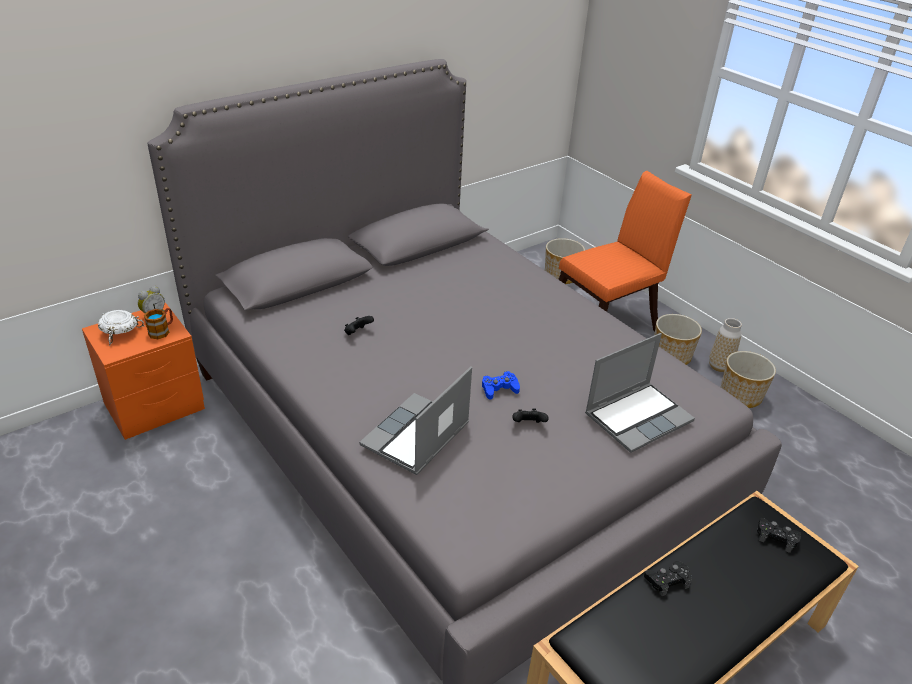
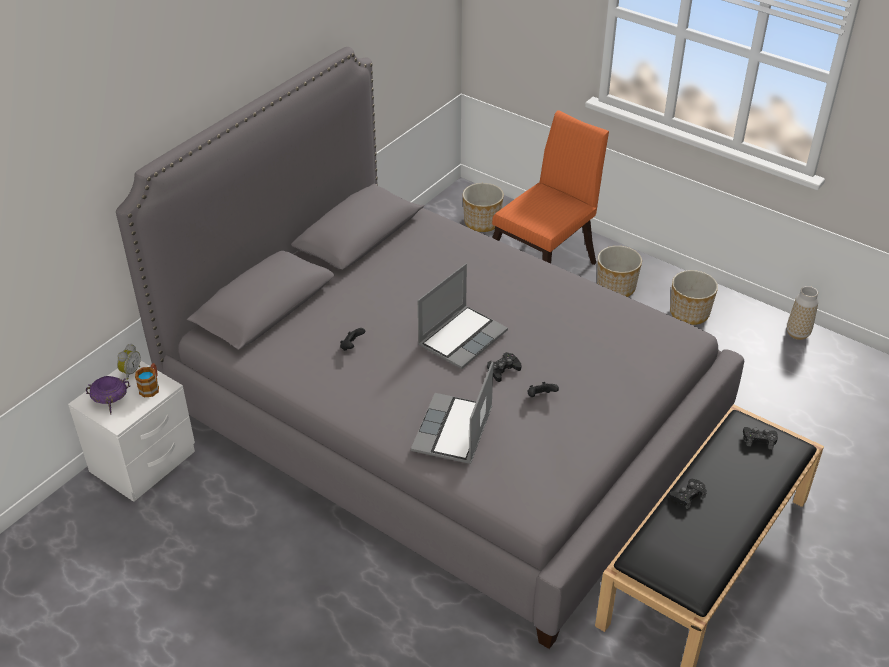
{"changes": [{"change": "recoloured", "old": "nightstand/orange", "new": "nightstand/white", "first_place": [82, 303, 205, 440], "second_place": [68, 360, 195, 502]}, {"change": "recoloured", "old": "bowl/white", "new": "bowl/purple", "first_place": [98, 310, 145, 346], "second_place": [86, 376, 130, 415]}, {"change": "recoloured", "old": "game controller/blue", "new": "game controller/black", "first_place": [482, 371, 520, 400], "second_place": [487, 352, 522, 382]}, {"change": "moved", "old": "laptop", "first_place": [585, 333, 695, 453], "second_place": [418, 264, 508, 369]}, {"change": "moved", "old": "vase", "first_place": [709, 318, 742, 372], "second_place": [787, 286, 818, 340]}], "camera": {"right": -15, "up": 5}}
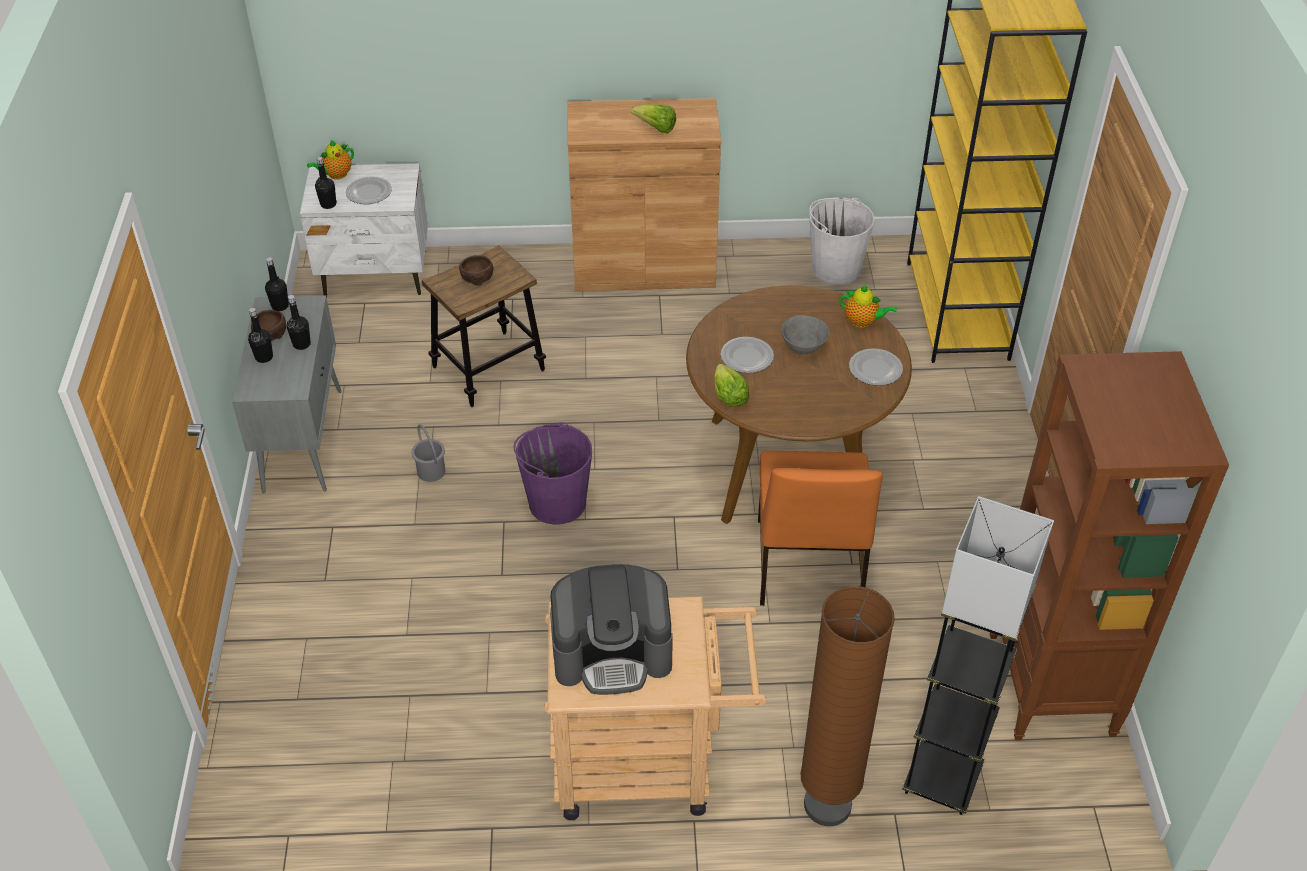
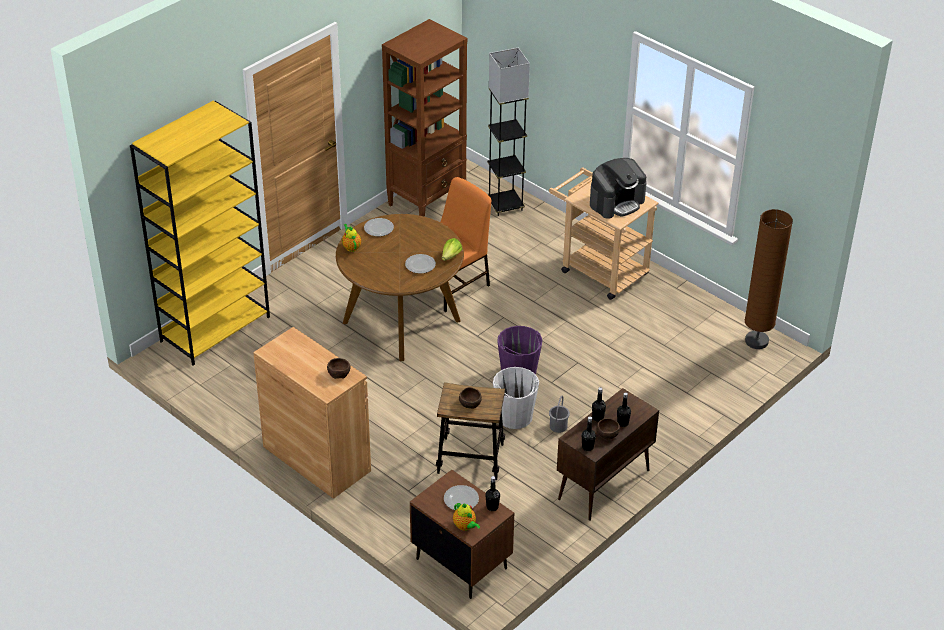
{"changes": [{"change": "recoloured", "old": "cabinet/grey", "new": "cabinet/brown", "first_place": [232, 296, 342, 493], "second_place": [557, 388, 659, 521]}, {"change": "recoloured", "old": "nightstand/white", "new": "nightstand/brown", "first_place": [300, 163, 428, 297], "second_place": [410, 470, 514, 599]}, {"change": "turned", "old": "teapot", "first_place": [307, 140, 354, 180], "second_place": [453, 503, 480, 531], "degrees": 45}, {"change": "turned", "old": "coffee machine", "first_place": [550, 564, 673, 695], "second_place": [590, 158, 647, 219], "degrees": 105}, {"change": "removed", "old": "lettuce", "first_place": [631, 104, 676, 134]}, {"change": "removed", "old": "bowl/grey", "first_place": [781, 315, 829, 354]}, {"change": "moved", "old": "floor lamp/brown", "first_place": [800, 586, 895, 826], "second_place": [745, 209, 793, 349]}, {"change": "moved", "old": "bucket/white", "first_place": [809, 197, 875, 285], "second_place": [493, 367, 539, 429]}, {"change": "added", "new": "bowl/brown", "second_place": [327, 358, 350, 379]}], "camera": {"right": -135, "up": -5}}
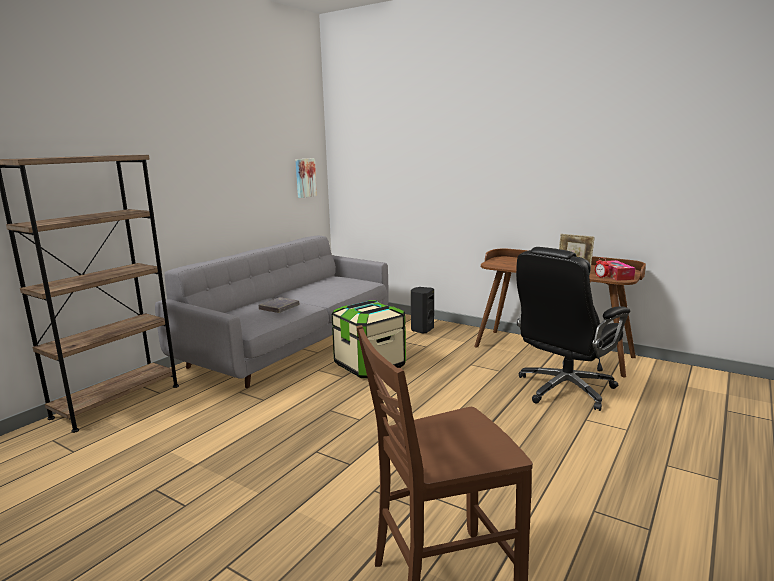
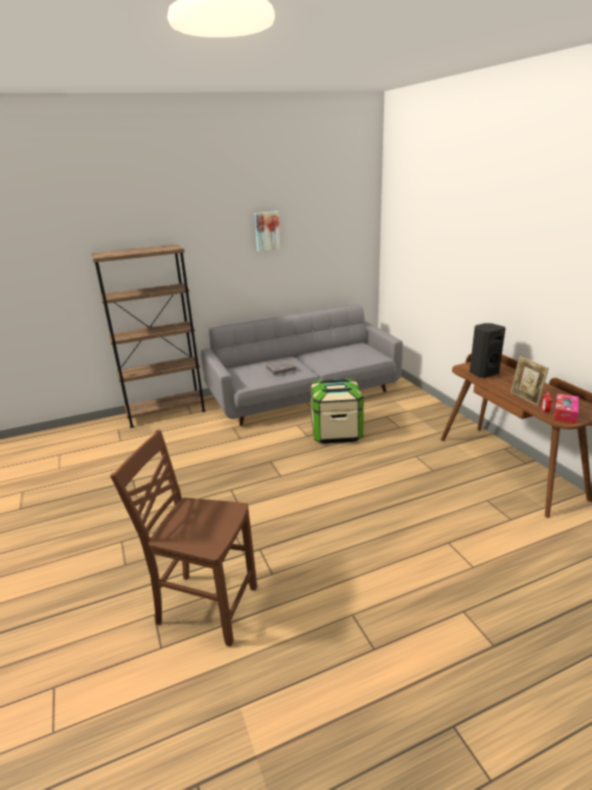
{"changes": [{"change": "moved", "old": "picture", "first_place": [295, 158, 317, 198], "second_place": [254, 211, 281, 252]}, {"change": "moved", "old": "speaker/black", "first_place": [411, 287, 434, 334], "second_place": [470, 323, 505, 378]}, {"change": "removed", "old": "office chair/black", "first_place": [516, 247, 630, 411]}], "camera": {"right": 35, "up": 10}}
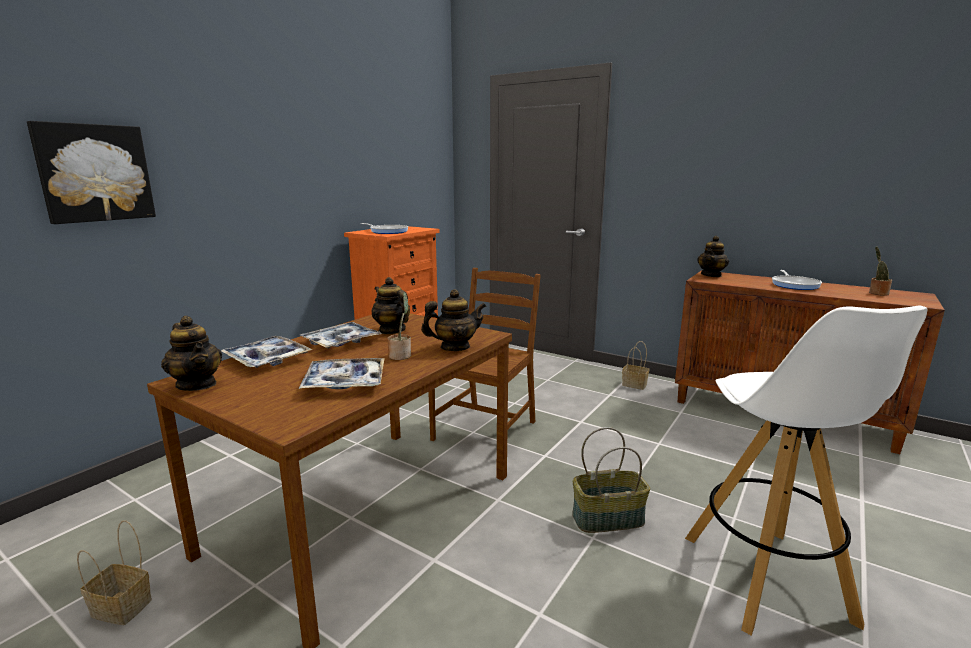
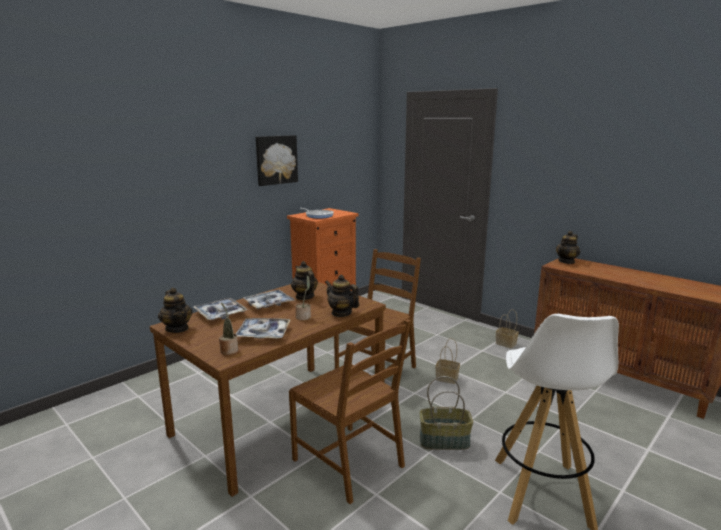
{"changes": [{"change": "moved", "old": "picture", "first_place": [27, 121, 156, 224], "second_place": [256, 135, 298, 186]}, {"change": "moved", "old": "basket", "first_place": [77, 520, 152, 625], "second_place": [436, 338, 460, 384]}, {"change": "turned", "old": "teapot", "first_place": [421, 289, 487, 351], "second_place": [325, 274, 359, 317], "degrees": -135}, {"change": "removed", "old": "frying pan", "first_place": [772, 270, 822, 290]}, {"change": "moved", "old": "potted plant", "first_place": [869, 246, 892, 296], "second_place": [219, 302, 238, 355]}, {"change": "added", "new": "chair/brown", "second_place": [289, 319, 411, 504]}], "camera": {"right": 10, "up": 0}}
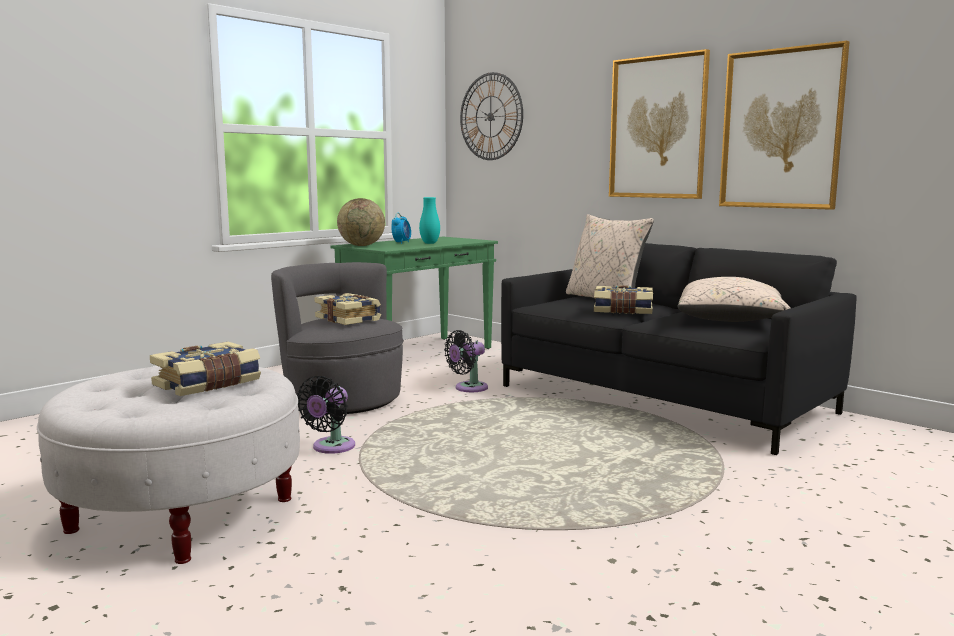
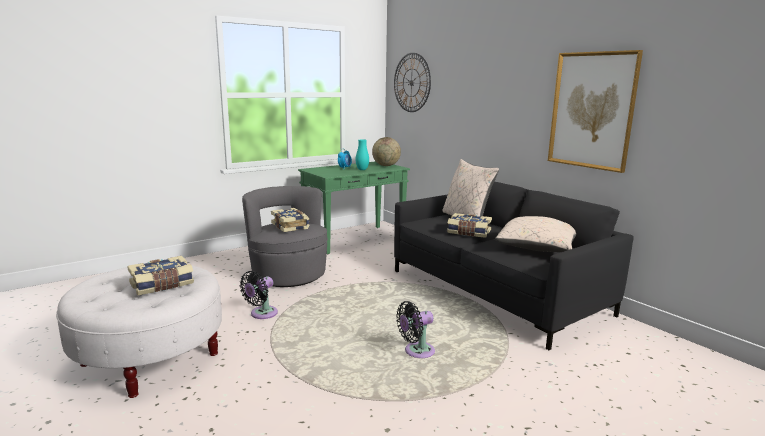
{"changes": [{"change": "moved", "old": "globe", "first_place": [337, 198, 385, 246], "second_place": [372, 137, 401, 166]}, {"change": "moved", "old": "fan/black", "first_place": [444, 330, 488, 392], "second_place": [396, 301, 435, 358]}, {"change": "removed", "old": "picture", "first_place": [609, 49, 710, 199]}], "camera": {"right": 10, "up": 5}}
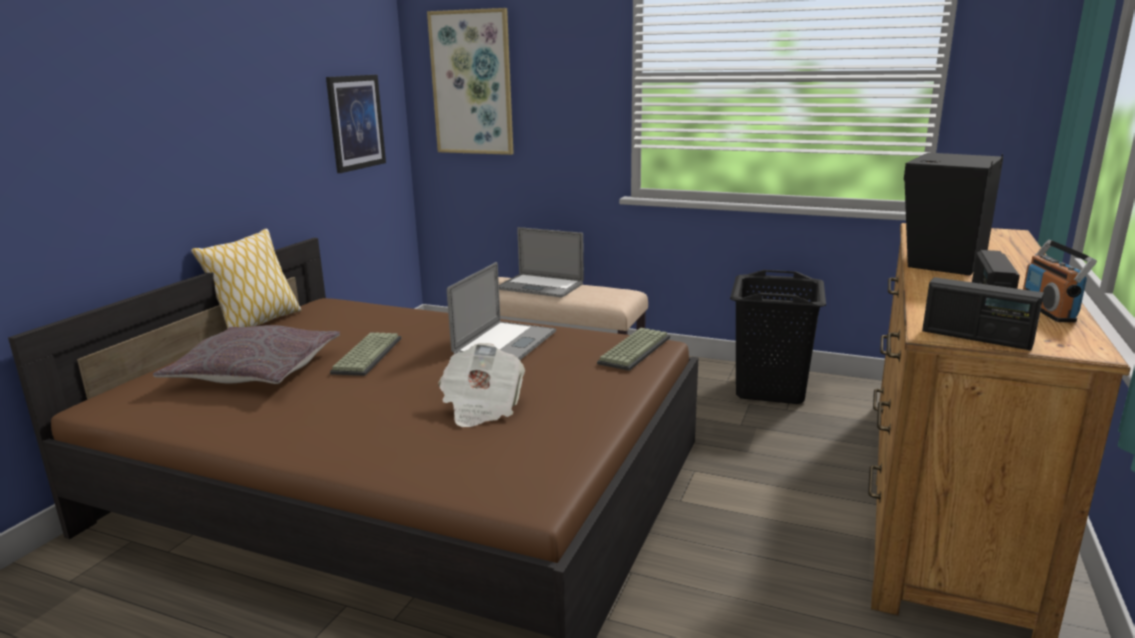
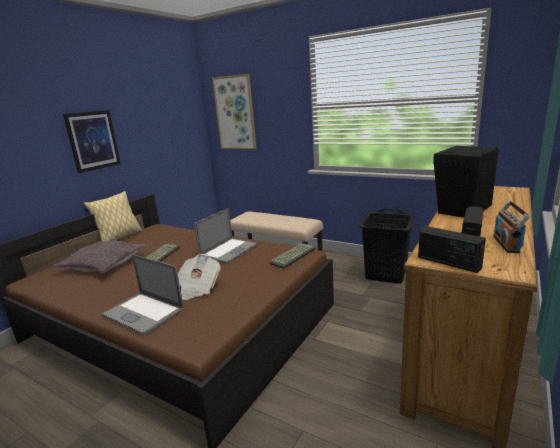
{"changes": [{"change": "moved", "old": "picture", "first_place": [326, 75, 386, 173], "second_place": [63, 110, 121, 173]}, {"change": "moved", "old": "laptop", "first_place": [499, 227, 584, 298], "second_place": [101, 254, 184, 335]}], "camera": {"right": 10, "up": 0}}
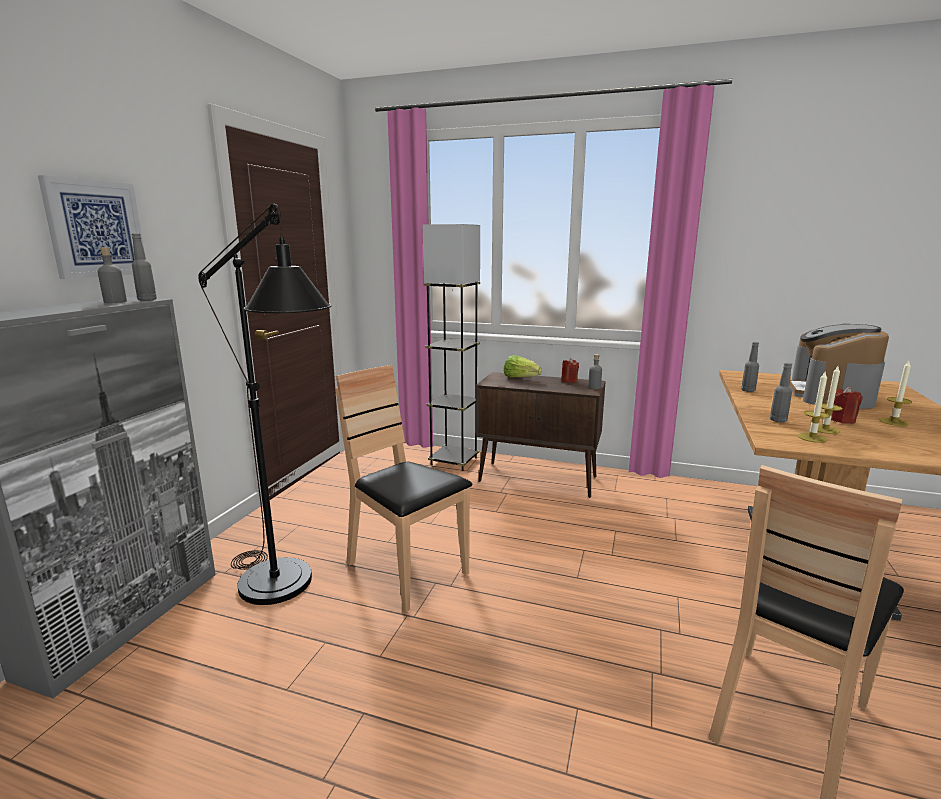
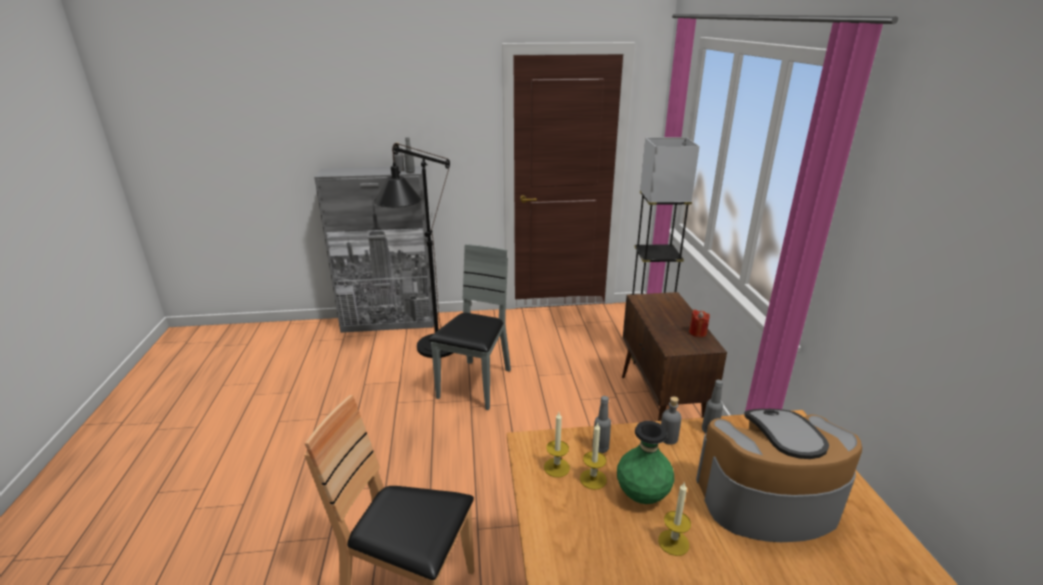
{"changes": [{"change": "removed", "old": "picture", "first_place": [38, 175, 145, 279]}, {"change": "recoloured", "old": "chair/brown", "new": "chair/grey", "first_place": [335, 365, 472, 612], "second_place": [429, 244, 511, 410]}, {"change": "removed", "old": "lettuce", "first_place": [504, 355, 542, 378]}, {"change": "moved", "old": "bottle/grey", "first_place": [588, 354, 602, 389], "second_place": [661, 396, 682, 445]}, {"change": "replaced", "old": "candle/red", "new": "vase/green", "first_place": [831, 387, 863, 424], "second_place": [617, 421, 674, 504]}], "camera": {"right": 65, "up": 10}}
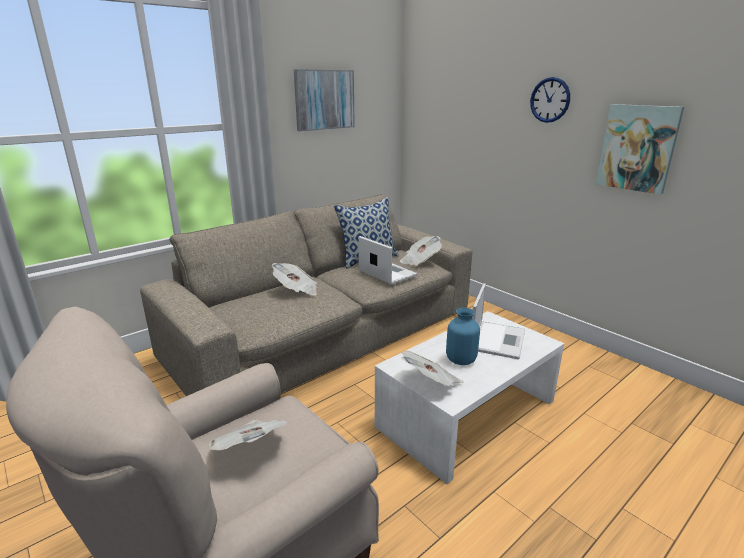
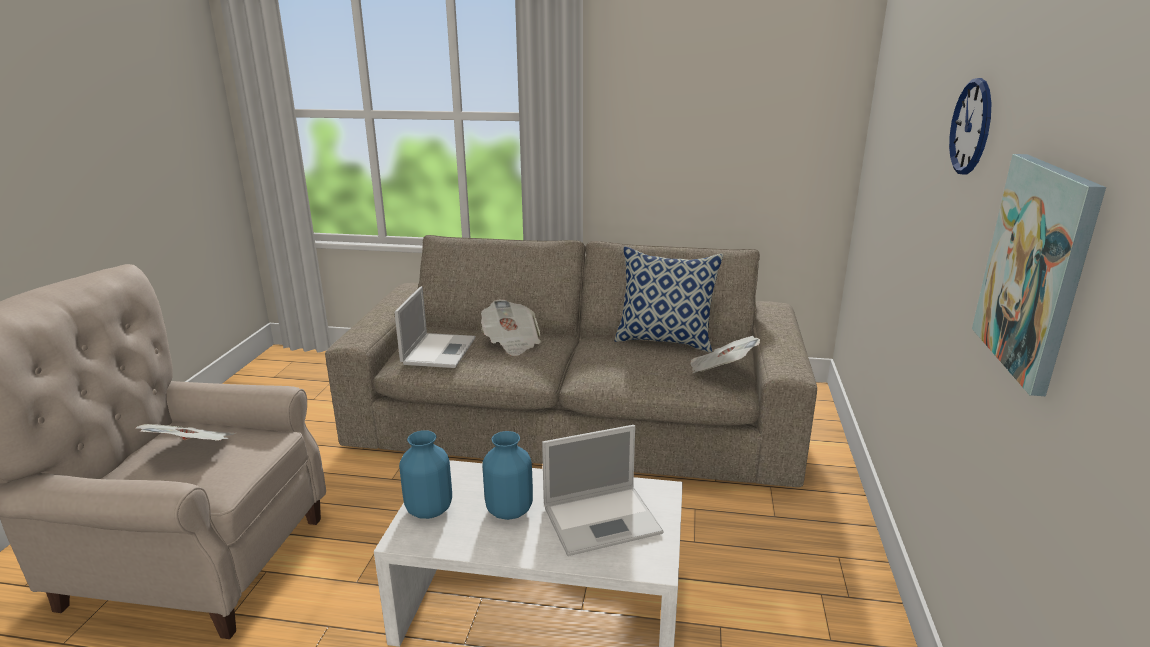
{"changes": [{"change": "removed", "old": "picture", "first_place": [294, 69, 355, 131]}, {"change": "moved", "old": "laptop", "first_place": [358, 236, 417, 285], "second_place": [394, 286, 476, 368]}, {"change": "replaced", "old": "newspaper", "new": "vase/blue", "first_place": [401, 351, 464, 387], "second_place": [399, 430, 452, 519]}], "camera": {"right": 50, "up": 0}}
